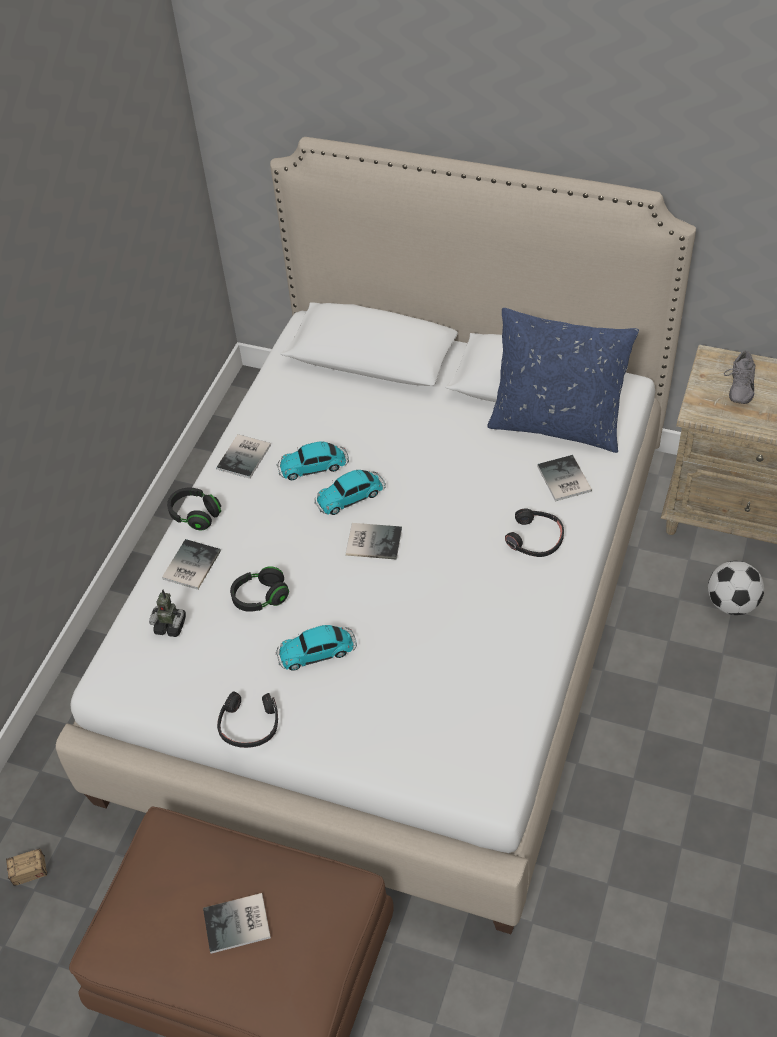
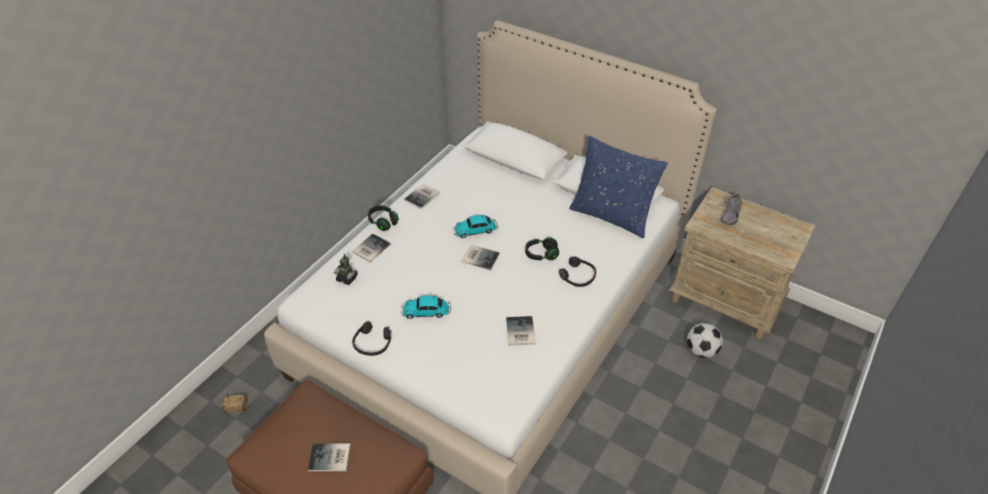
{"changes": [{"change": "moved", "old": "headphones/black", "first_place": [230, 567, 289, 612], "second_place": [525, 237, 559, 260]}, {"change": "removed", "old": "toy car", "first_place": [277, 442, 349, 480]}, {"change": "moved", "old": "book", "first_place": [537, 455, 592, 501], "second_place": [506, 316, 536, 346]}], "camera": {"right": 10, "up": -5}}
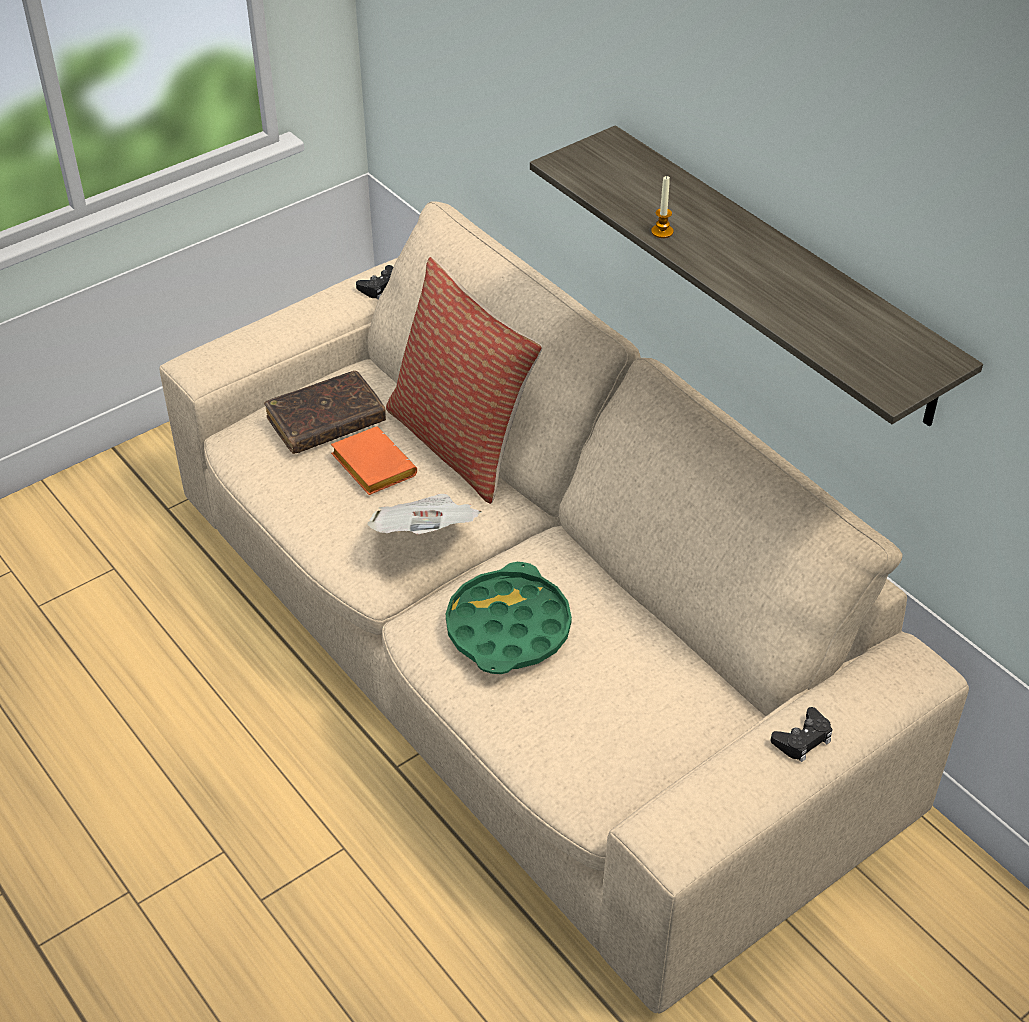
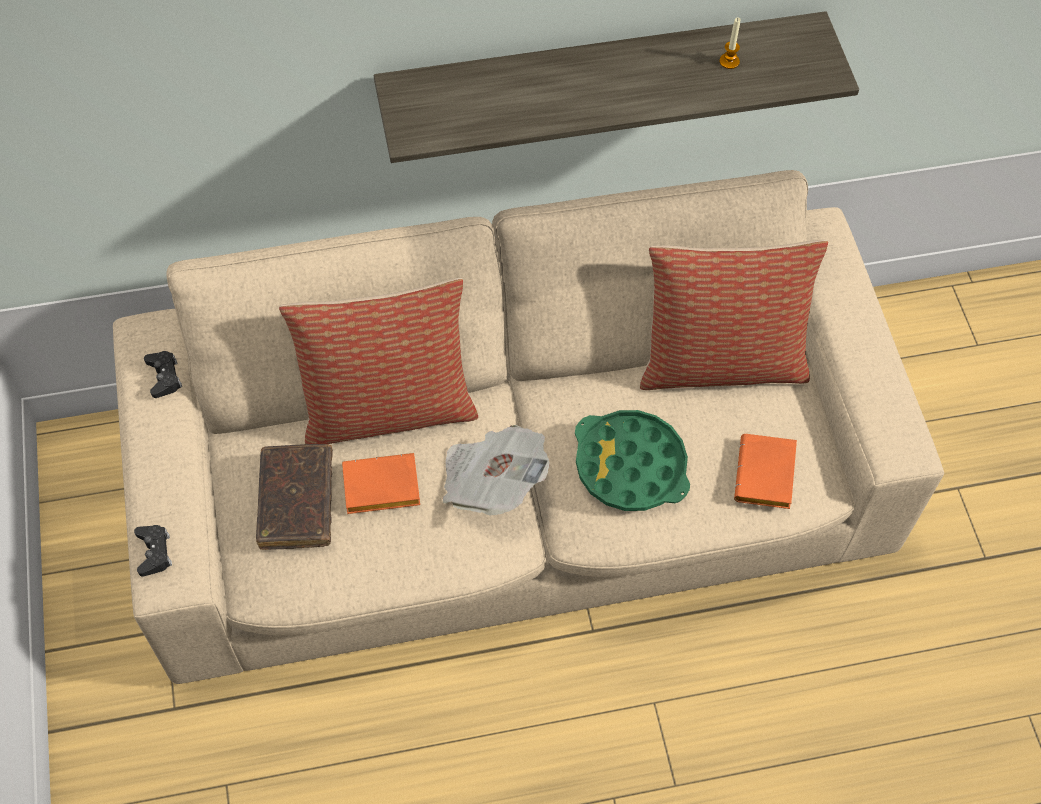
{"changes": [{"change": "moved", "old": "candle", "first_place": [651, 176, 673, 238], "second_place": [719, 17, 741, 69]}, {"change": "moved", "old": "game controller/black", "first_place": [771, 707, 833, 762], "second_place": [134, 525, 172, 577]}, {"change": "added", "new": "pillow", "second_place": [640, 240, 828, 390]}, {"change": "added", "new": "book/orange", "second_place": [734, 434, 797, 509]}], "camera": {"right": -65, "up": 15}}
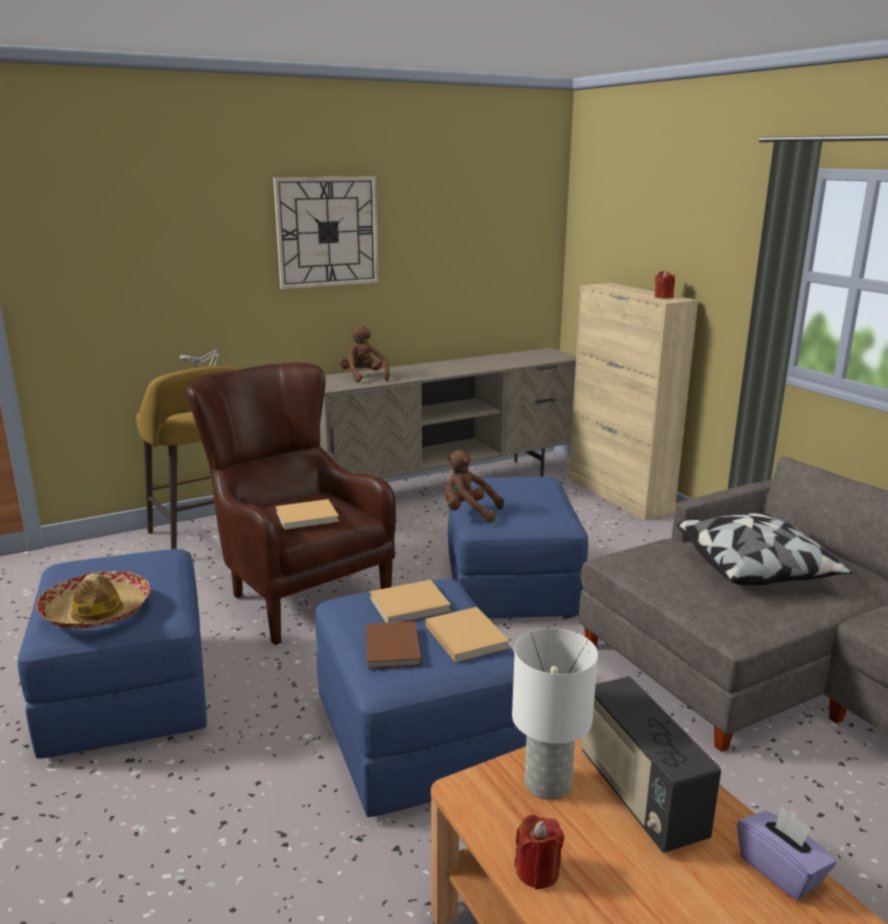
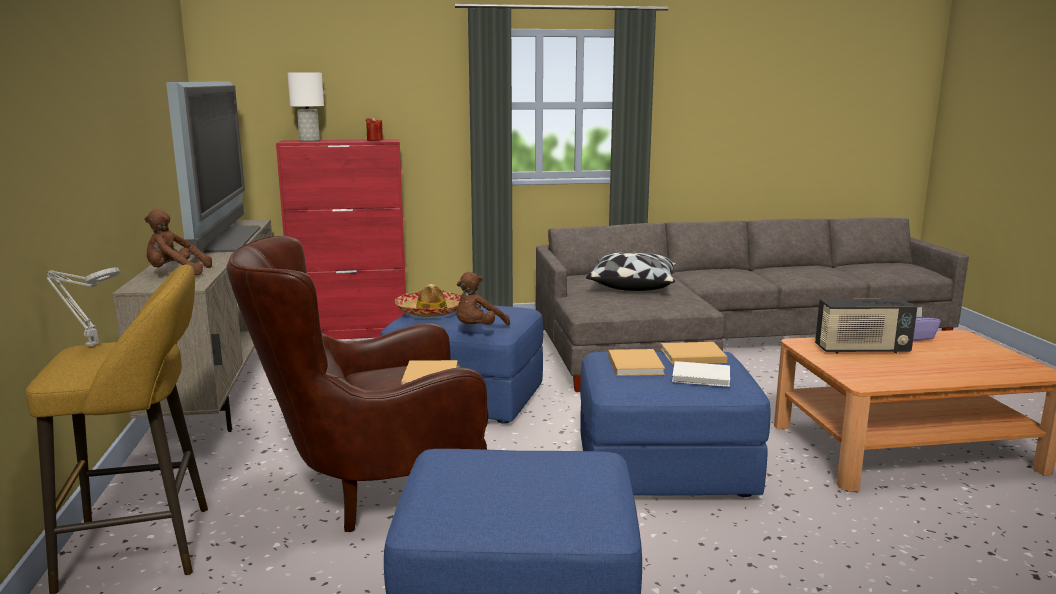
{"changes": [{"change": "moved", "old": "hat", "first_place": [36, 571, 151, 629], "second_place": [395, 284, 461, 317]}, {"change": "removed", "old": "wall clock", "first_place": [273, 177, 379, 289]}, {"change": "recoloured", "old": "book/brown", "new": "book/white", "first_place": [366, 621, 421, 669], "second_place": [672, 361, 730, 387]}, {"change": "moved", "old": "table lamp/white", "first_place": [512, 628, 598, 800], "second_place": [287, 73, 324, 142]}, {"change": "removed", "old": "candle/red", "first_place": [514, 815, 564, 890]}, {"change": "recoloured", "old": "cabinet/beige", "new": "cabinet/red", "first_place": [569, 283, 698, 520], "second_place": [276, 139, 406, 340]}, {"change": "added", "new": "television", "second_place": [166, 81, 261, 255]}], "camera": {"right": -70, "up": -5}}
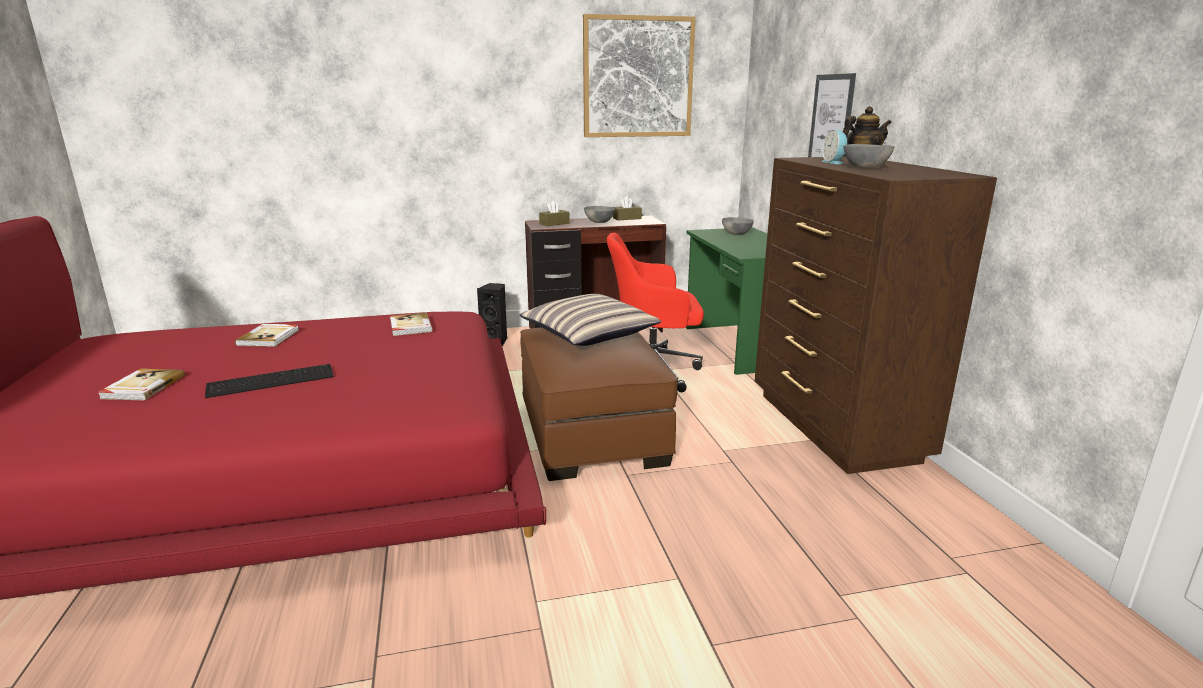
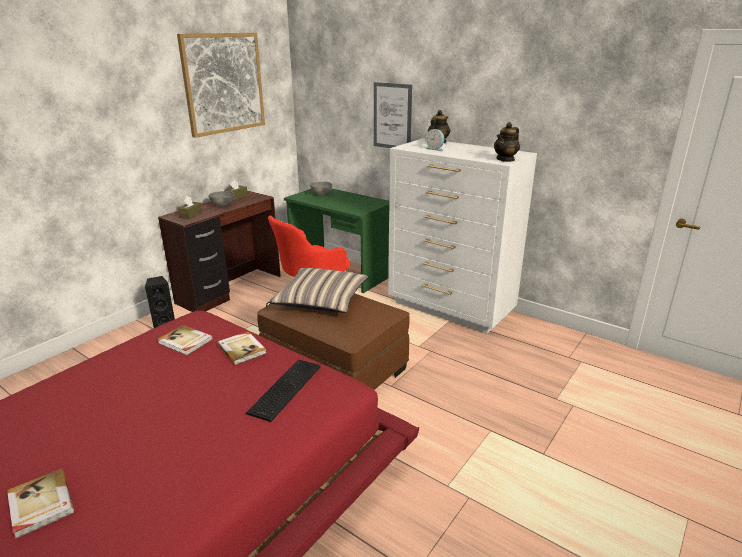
{"changes": [{"change": "moved", "old": "keyboard", "first_place": [205, 364, 334, 398], "second_place": [246, 360, 321, 422]}, {"change": "moved", "old": "book", "first_place": [235, 324, 299, 347], "second_place": [217, 331, 267, 365]}, {"change": "recoloured", "old": "dresser/brown", "new": "dresser/white", "first_place": [755, 156, 997, 474], "second_place": [388, 138, 537, 333]}, {"change": "removed", "old": "bowl/grey", "first_place": [843, 144, 894, 169]}, {"change": "added", "new": "teapot", "second_place": [494, 122, 520, 162]}], "camera": {"right": -40, "up": 5}}
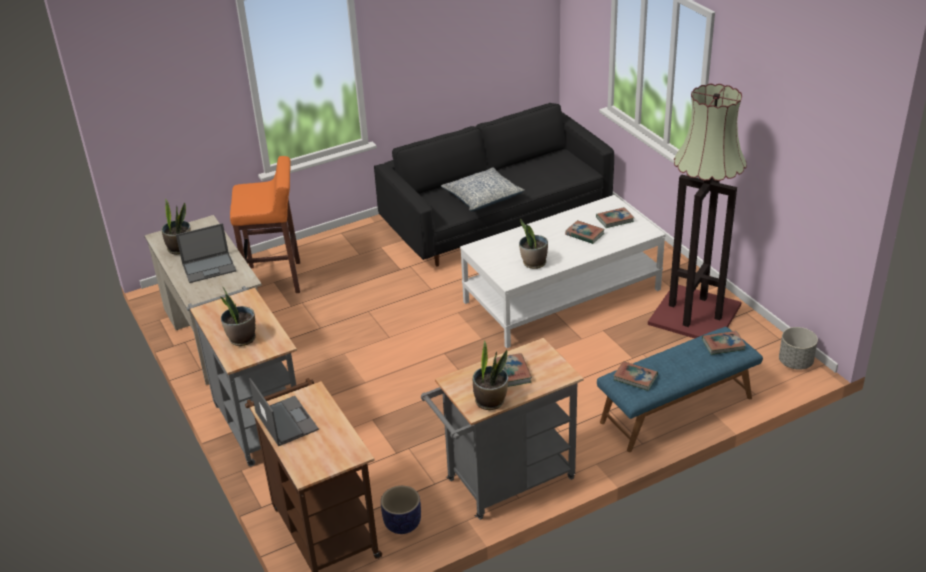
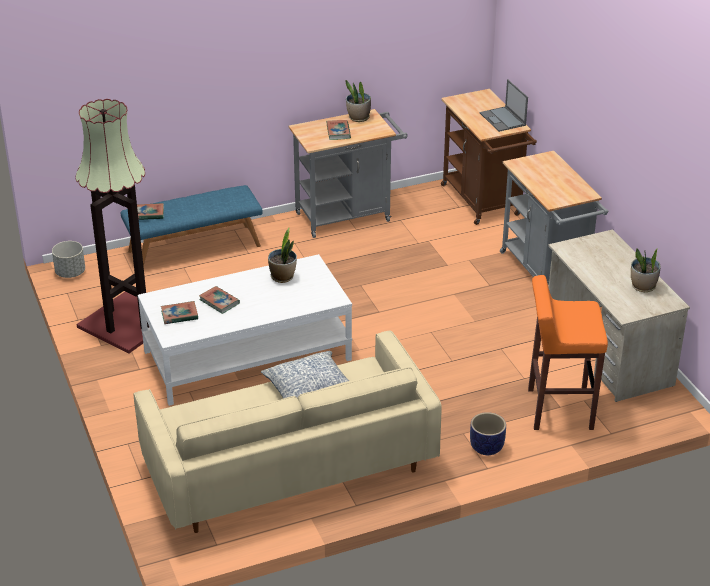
{"changes": [{"change": "removed", "old": "laptop", "first_place": [176, 223, 236, 283]}, {"change": "removed", "old": "potted plant", "first_place": [221, 287, 256, 346]}, {"change": "recoloured", "old": "sofa/black", "new": "sofa/beige", "first_place": [374, 103, 614, 267], "second_place": [133, 330, 442, 533]}, {"change": "moved", "old": "planter", "first_place": [381, 486, 421, 534], "second_place": [470, 412, 506, 455]}, {"change": "removed", "old": "book", "first_place": [614, 361, 658, 391]}], "camera": {"right": -175, "up": 0}}
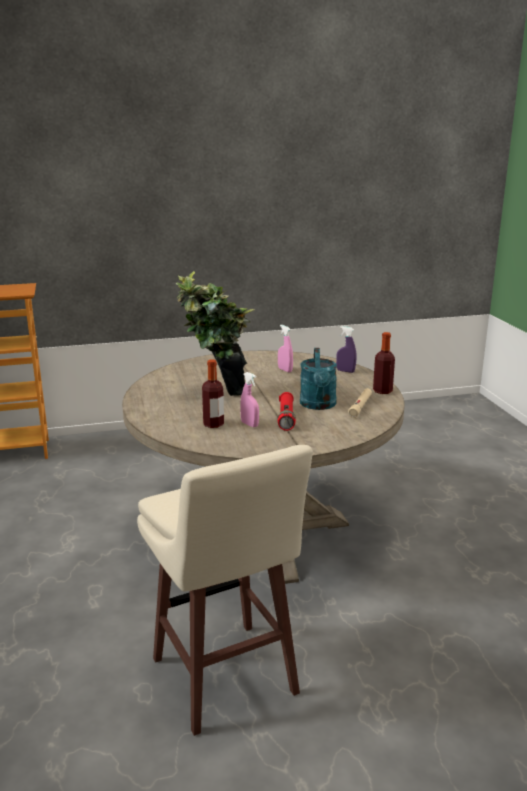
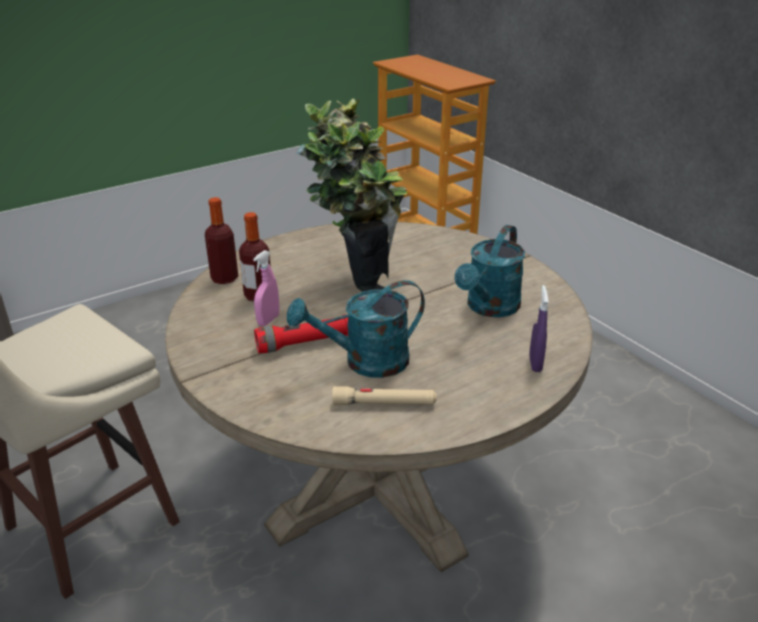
{"changes": [{"change": "replaced", "old": "spray bottle/pink", "new": "watering can/turquoise", "first_place": [278, 325, 293, 372], "second_place": [455, 225, 525, 317]}, {"change": "moved", "old": "bottle", "first_place": [373, 332, 395, 394], "second_place": [205, 197, 238, 284]}], "camera": {"right": 70, "up": 10}}
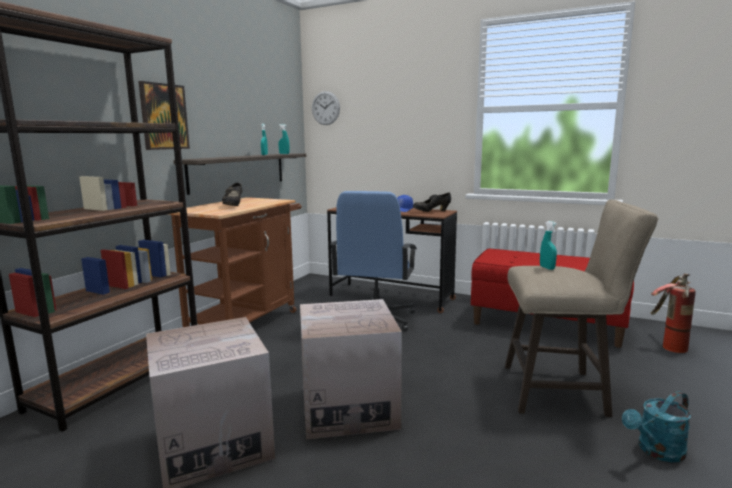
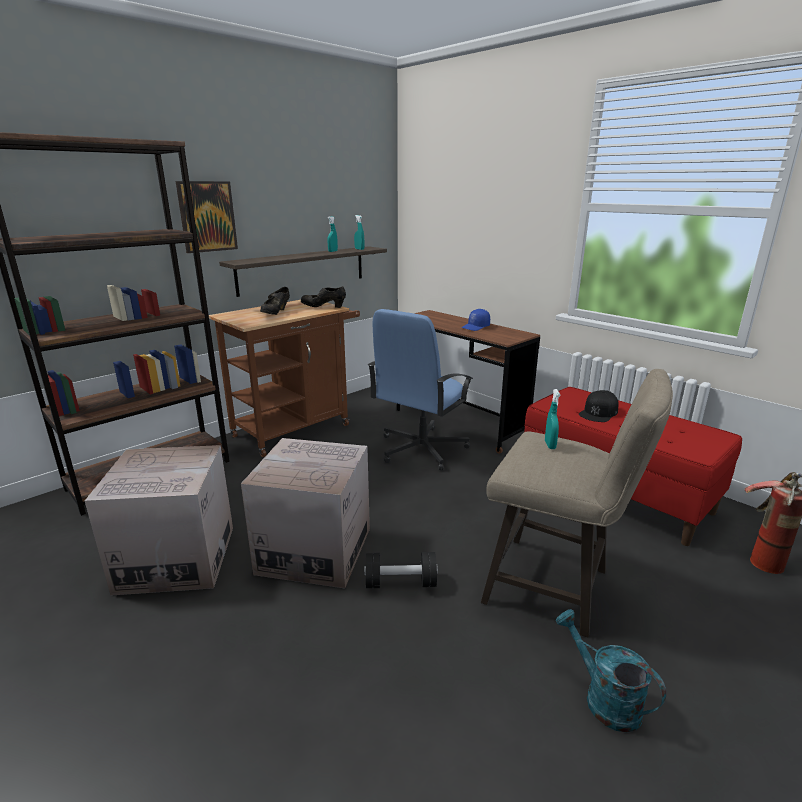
{"changes": [{"change": "removed", "old": "wall clock", "first_place": [312, 91, 340, 125]}, {"change": "moved", "old": "shoe/black", "first_place": [413, 192, 451, 212], "second_place": [301, 286, 346, 308]}, {"change": "turned", "old": "watering can/turquoise", "first_place": [622, 391, 691, 462], "second_place": [556, 609, 666, 732], "degrees": 60}, {"change": "added", "new": "dumbbell/black", "second_place": [364, 552, 438, 588]}, {"change": "added", "new": "cap/black", "second_place": [579, 390, 619, 422]}], "camera": {"right": 20, "up": 10}}
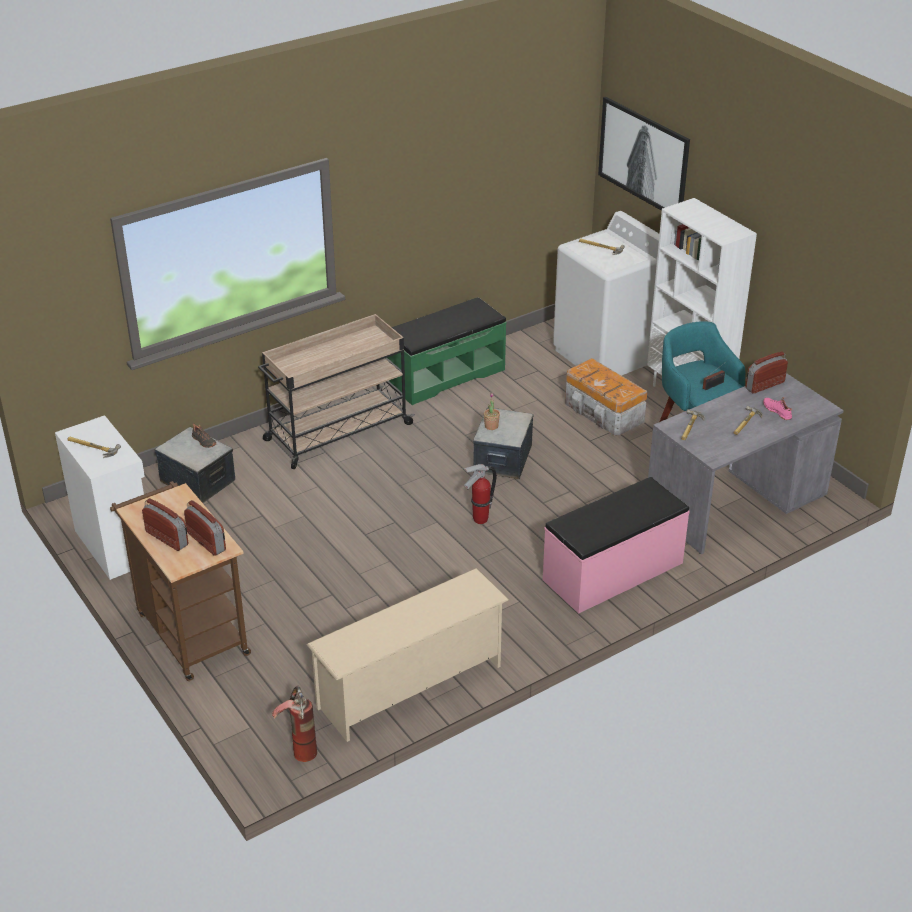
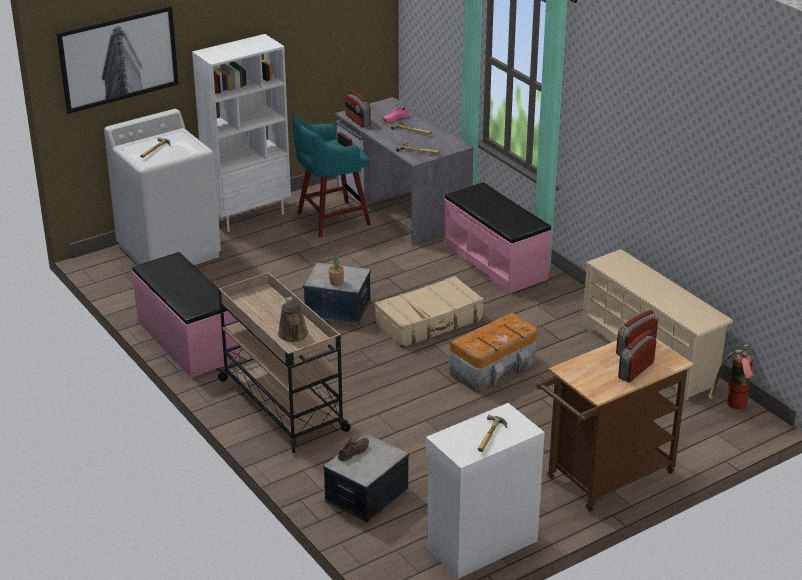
{"changes": [{"change": "recoloured", "old": "bench/green", "new": "bench/pink", "first_place": [387, 297, 507, 405], "second_place": [132, 252, 239, 378]}, {"change": "replaced", "old": "fire extinguisher", "new": "suitcase/beige", "first_place": [463, 464, 496, 524], "second_place": [375, 276, 484, 348]}, {"change": "moved", "old": "storage box", "first_place": [565, 358, 647, 436], "second_place": [450, 313, 537, 392]}, {"change": "added", "new": "watering can/brown", "second_place": [278, 297, 308, 342]}], "camera": {"right": -90, "up": -5}}
